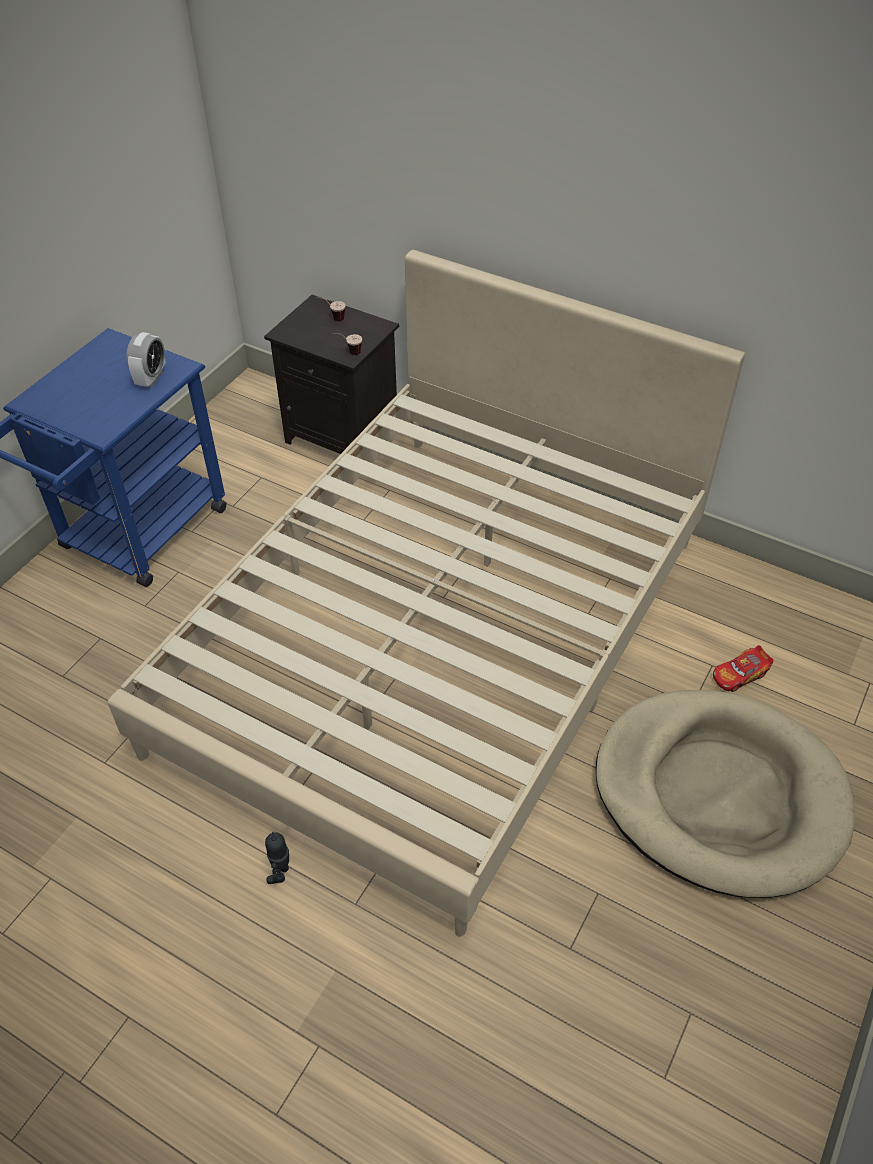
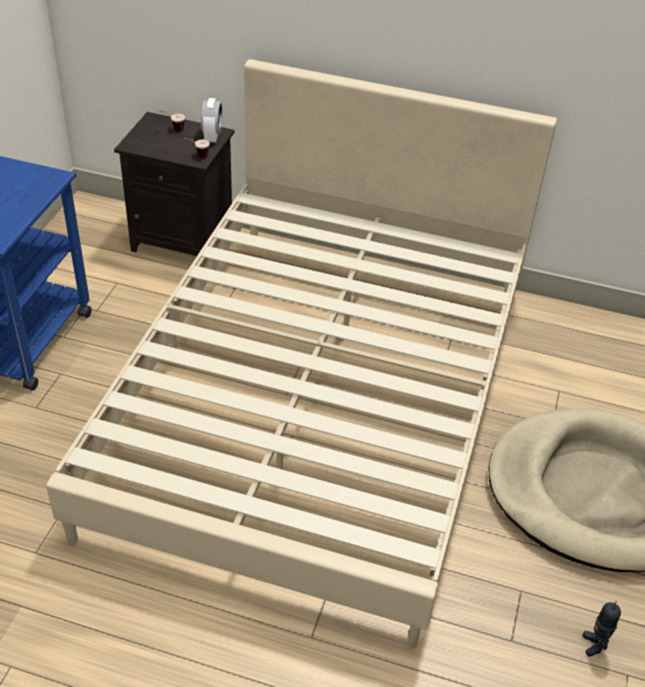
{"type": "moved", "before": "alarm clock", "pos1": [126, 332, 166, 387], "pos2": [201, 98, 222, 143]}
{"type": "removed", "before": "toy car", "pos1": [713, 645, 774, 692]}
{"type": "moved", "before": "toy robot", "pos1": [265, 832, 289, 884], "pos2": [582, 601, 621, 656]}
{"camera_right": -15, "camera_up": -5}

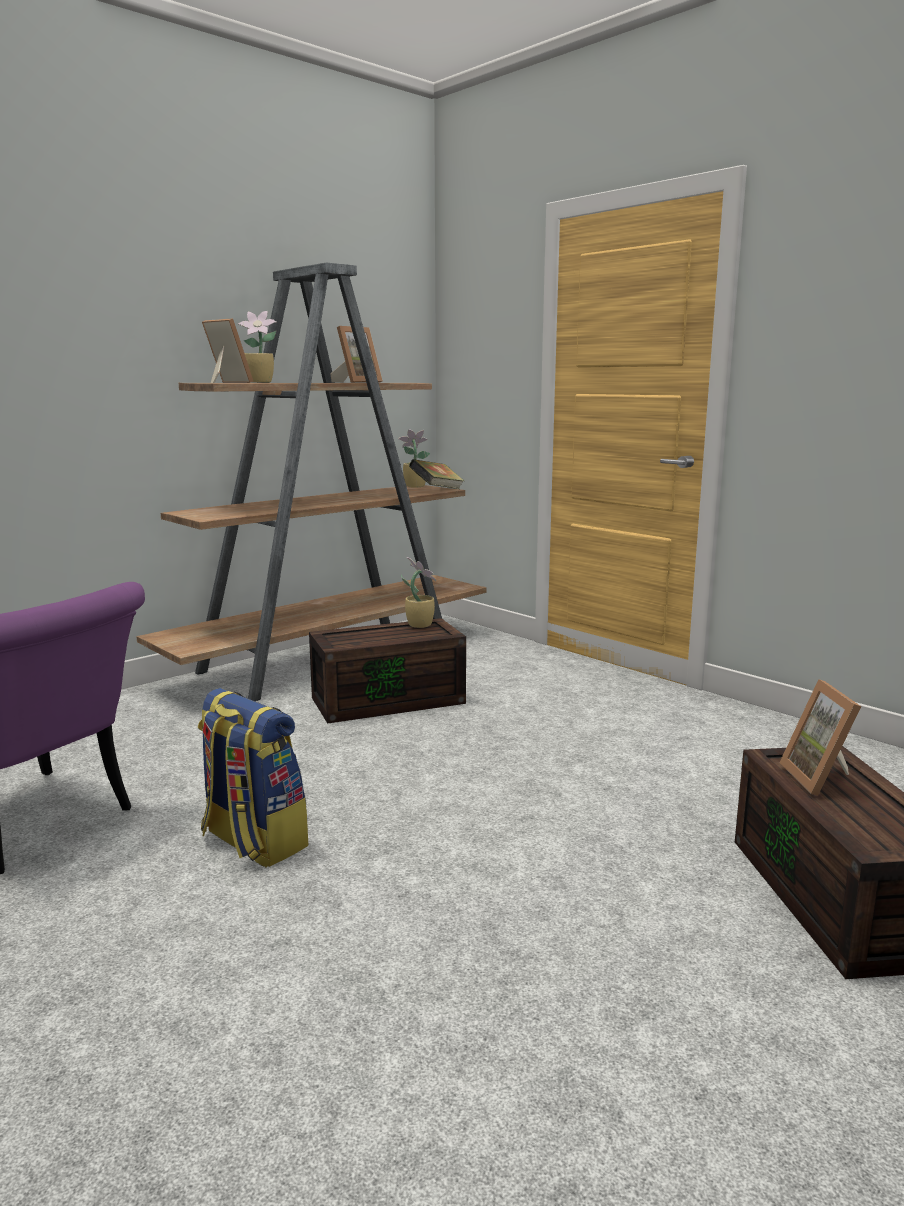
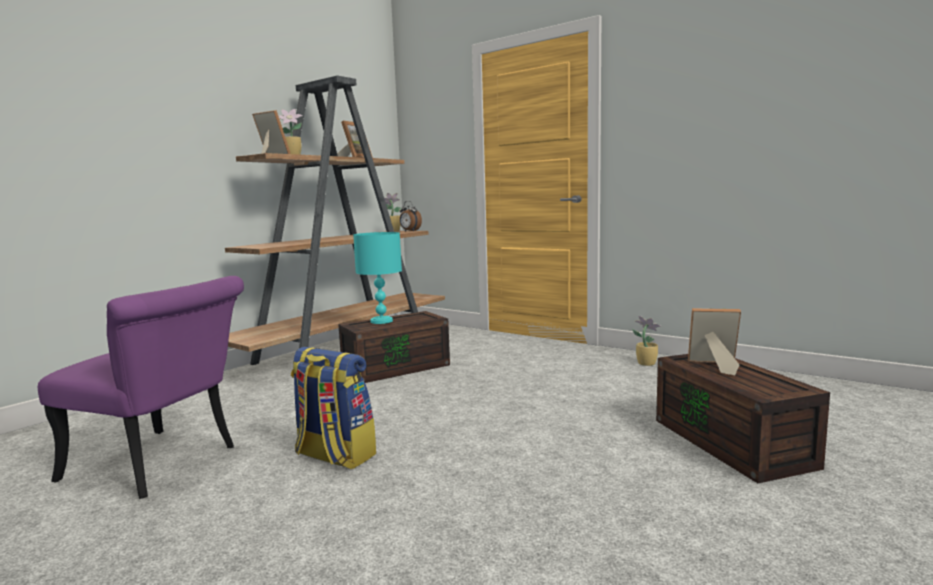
{"type": "replaced", "before": "book", "after": "alarm clock", "pos1": [409, 459, 464, 489], "pos2": [399, 201, 422, 231]}
{"type": "moved", "before": "potted plant", "pos1": [401, 557, 436, 628], "pos2": [632, 316, 661, 366]}
{"type": "turned", "before": "picture frame", "pos1": [779, 679, 861, 796], "pos2": [688, 308, 741, 375], "turn": 120}
{"type": "added", "after": "table lamp (turquoise)", "pos2": [353, 232, 402, 324]}
{"camera_right": -10, "camera_up": -5}

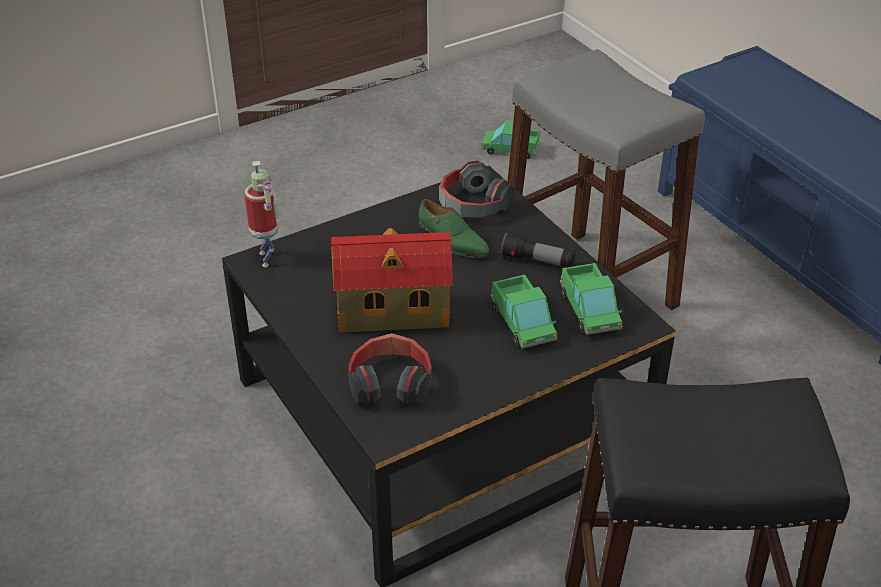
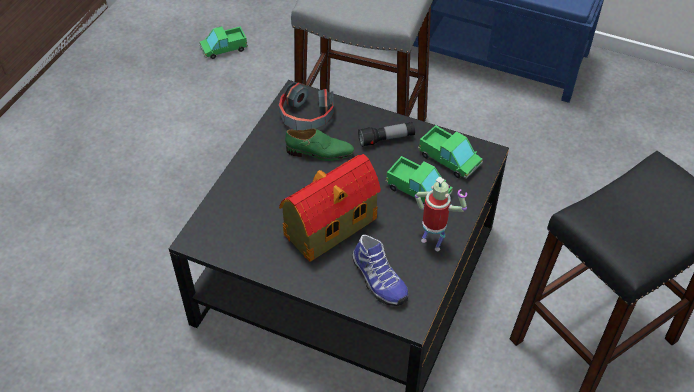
{"type": "moved", "before": "toy robot", "pos1": [245, 161, 279, 267], "pos2": [415, 176, 467, 251]}
{"type": "replaced", "before": "headphones", "after": "shoe", "pos1": [348, 333, 432, 404], "pos2": [353, 235, 408, 306]}
{"camera_right": -35, "camera_up": 10}

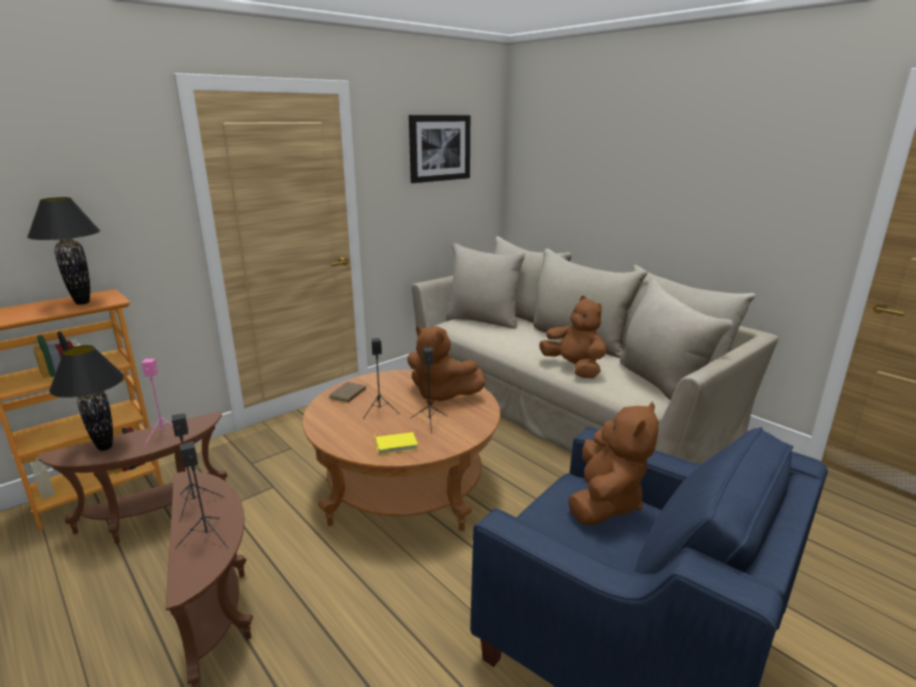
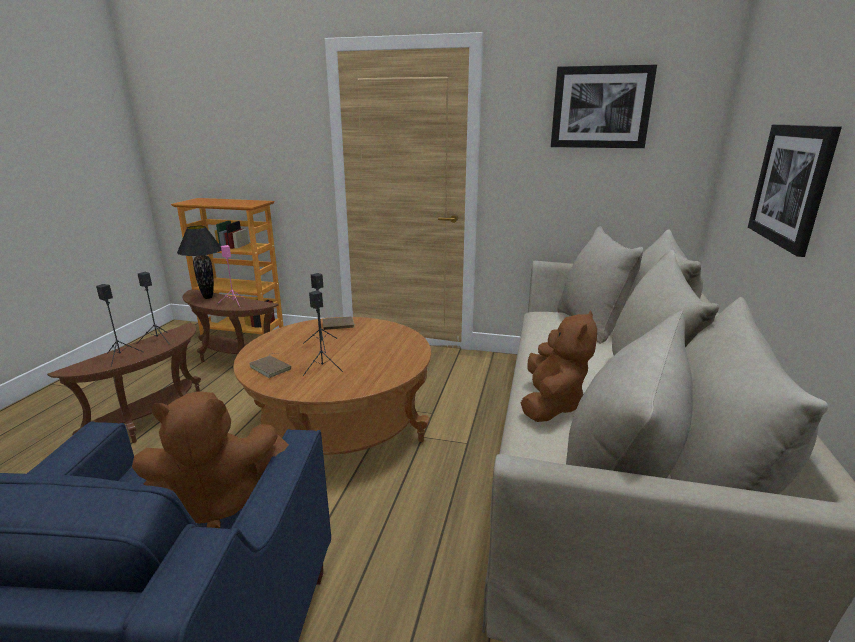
{"type": "removed", "before": "table lamp (black)", "pos1": [27, 197, 100, 305]}
{"type": "removed", "before": "plush toy (brown)", "pos1": [407, 326, 486, 405]}
{"type": "recoloured", "before": "book (yellow)", "after": "book (brown)", "pos1": [374, 432, 418, 454], "pos2": [250, 353, 291, 378]}
{"type": "added", "after": "picture", "pos2": [748, 124, 842, 257]}
{"camera_right": 55, "camera_up": 0}

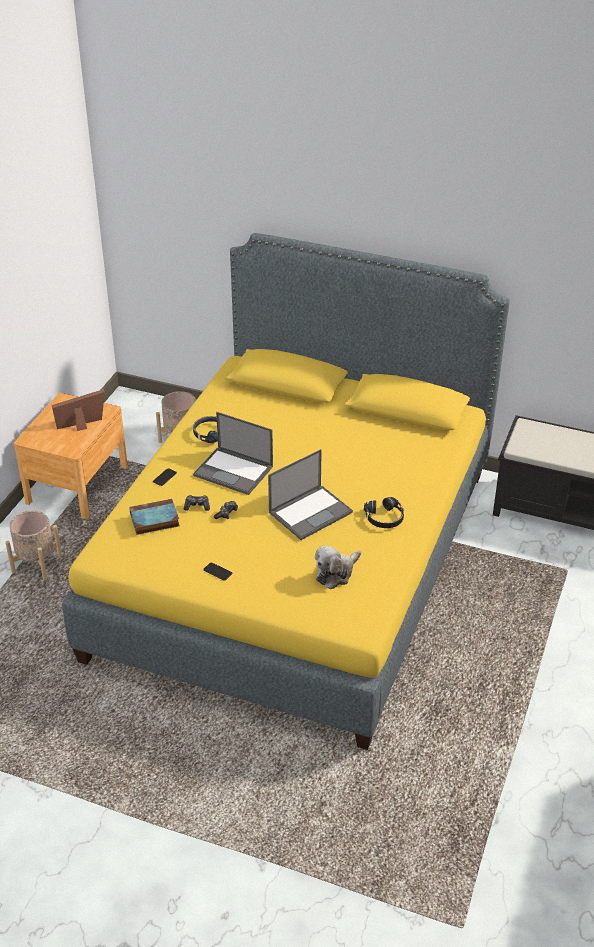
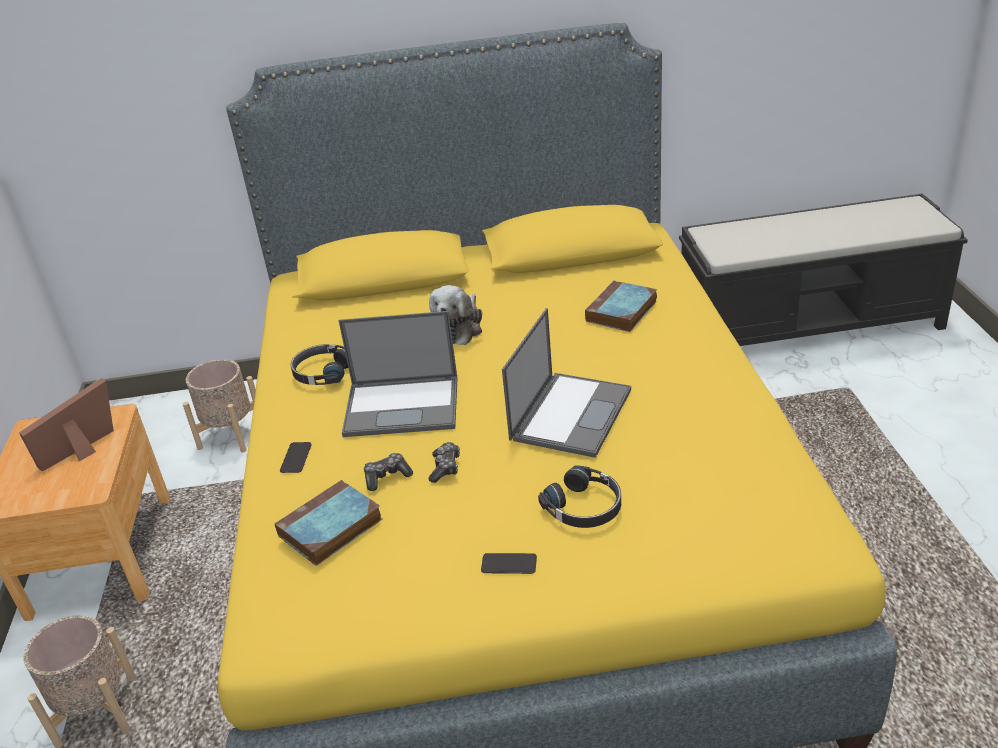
{"type": "moved", "before": "headphones (black)", "pos1": [364, 497, 404, 528], "pos2": [538, 465, 621, 528]}
{"type": "moved", "before": "plush toy", "pos1": [315, 546, 361, 589], "pos2": [429, 285, 482, 345]}
{"type": "added", "after": "book", "pos2": [585, 280, 657, 332]}
{"camera_right": -25, "camera_up": -5}

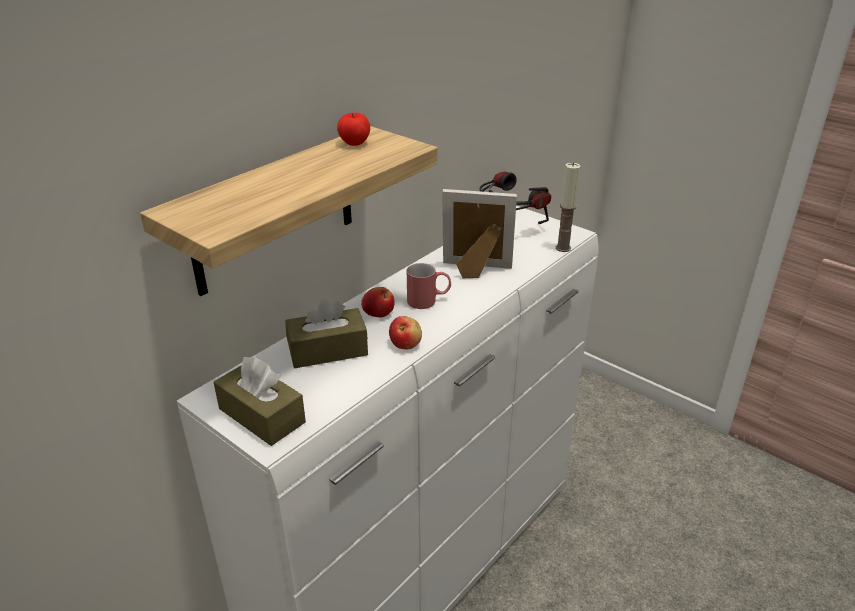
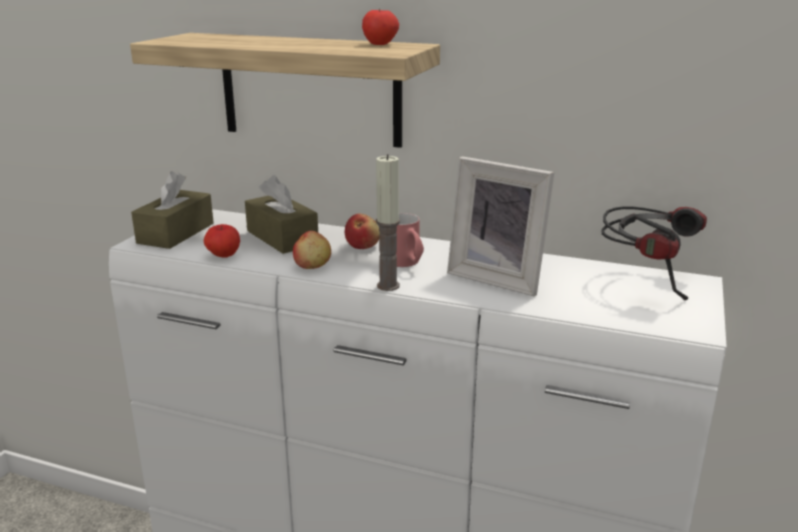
{"type": "moved", "before": "candle", "pos1": [556, 163, 581, 252], "pos2": [376, 154, 400, 291]}
{"type": "turned", "before": "picture frame", "pos1": [442, 189, 517, 278], "pos2": [447, 157, 555, 296], "turn": 135}
{"type": "added", "after": "apple", "pos2": [204, 224, 240, 258]}
{"camera_right": 70, "camera_up": -10}

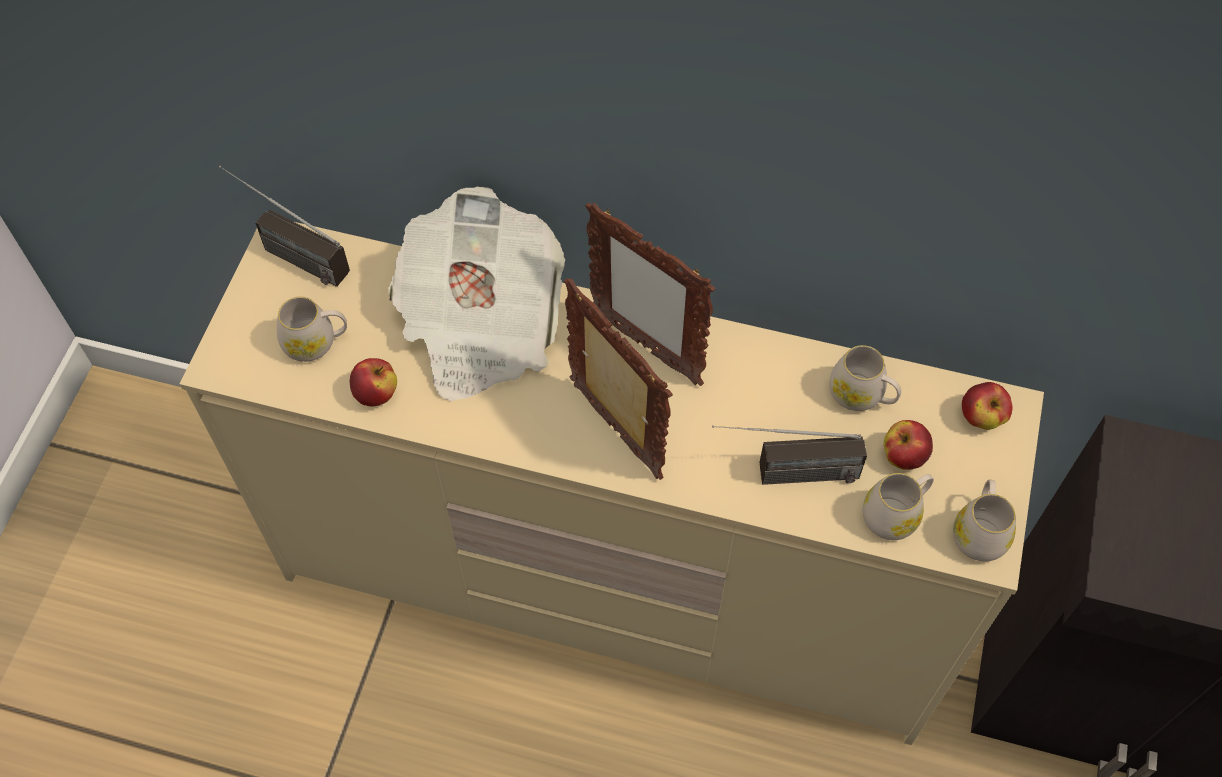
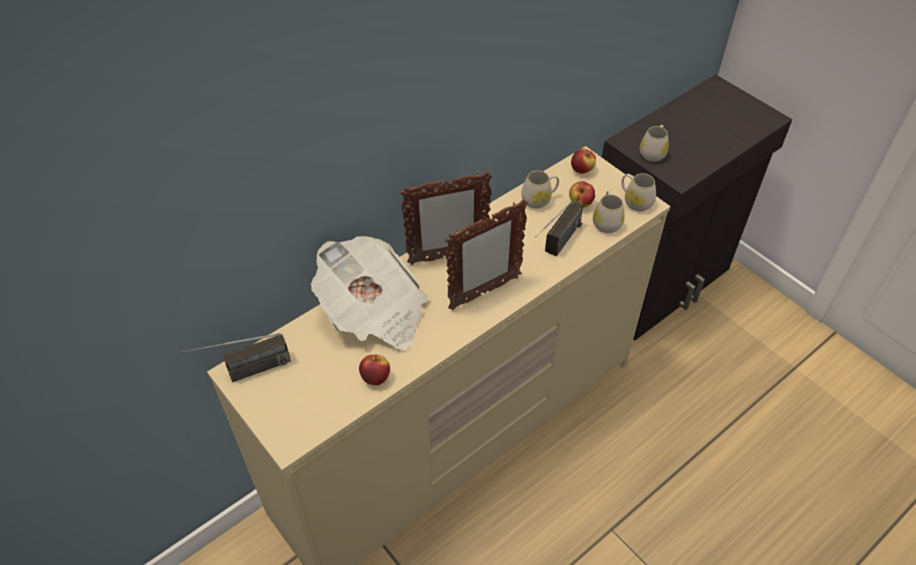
{"type": "turned", "before": "picture frame", "pos1": [564, 278, 673, 480], "pos2": [445, 199, 528, 310], "turn": 150}
{"type": "moved", "before": "mug (white)", "pos1": [277, 297, 347, 362], "pos2": [640, 125, 669, 162]}
{"camera_right": -55, "camera_up": -10}

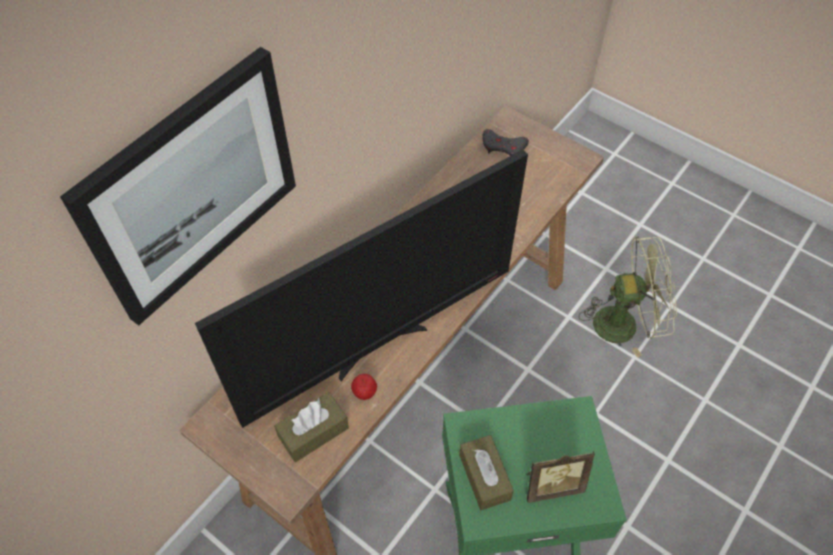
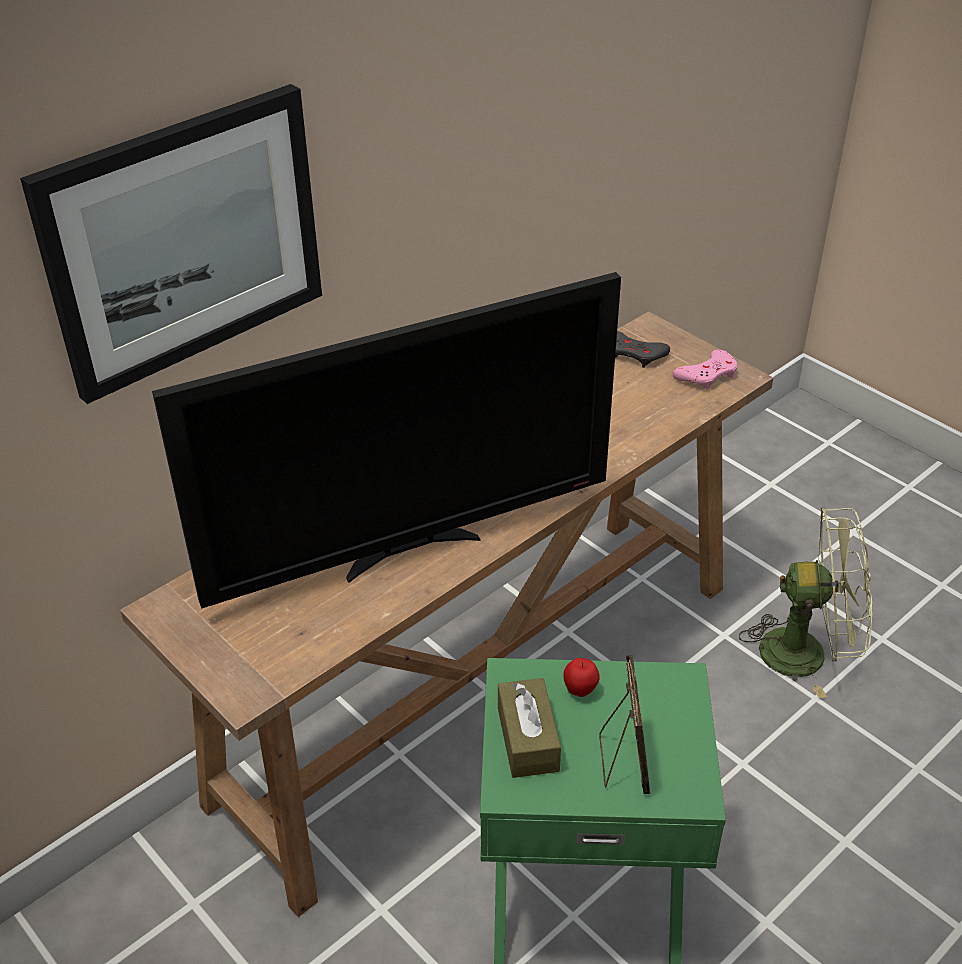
{"type": "moved", "before": "apple", "pos1": [351, 374, 377, 400], "pos2": [563, 658, 600, 697]}
{"type": "removed", "before": "tissue box (brown)", "pos1": [274, 392, 349, 462]}
{"type": "turned", "before": "picture frame", "pos1": [527, 451, 595, 503], "pos2": [599, 655, 650, 794], "turn": -90}
{"type": "added", "after": "game controller (pink)", "pos2": [673, 350, 737, 390]}
{"camera_right": 10, "camera_up": -15}

